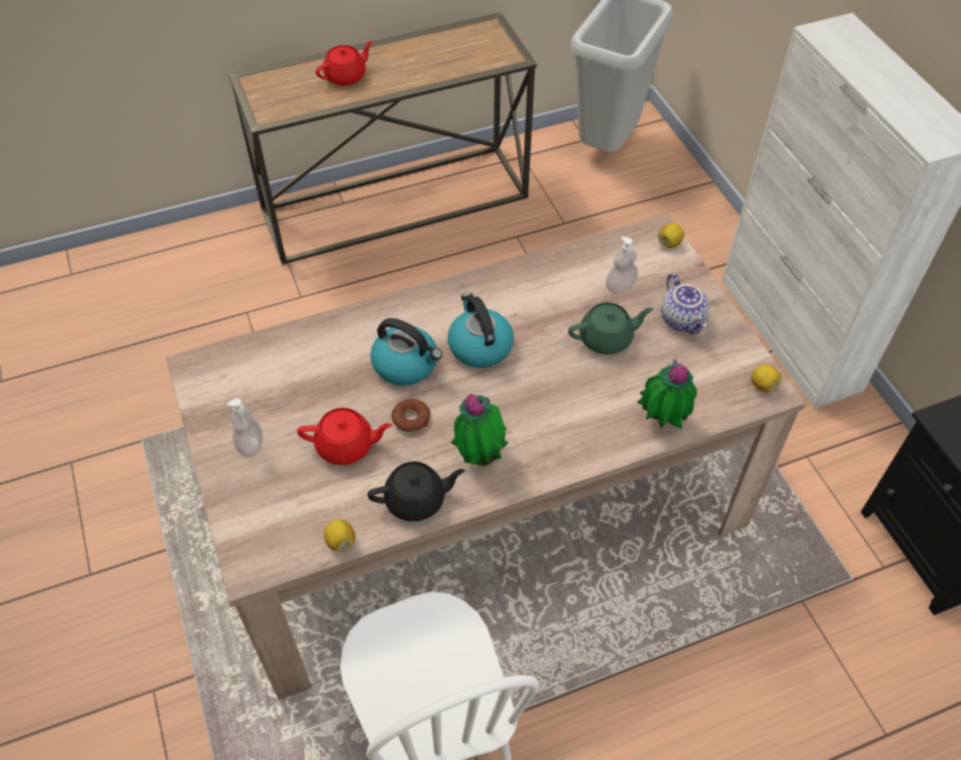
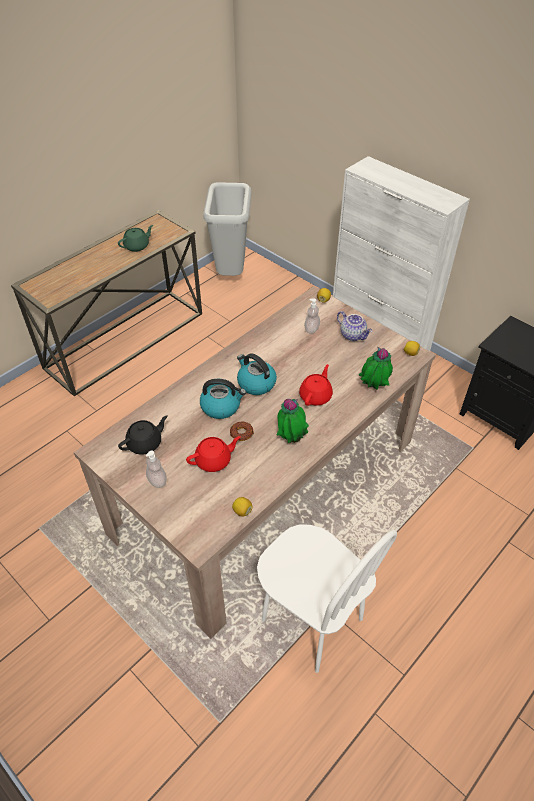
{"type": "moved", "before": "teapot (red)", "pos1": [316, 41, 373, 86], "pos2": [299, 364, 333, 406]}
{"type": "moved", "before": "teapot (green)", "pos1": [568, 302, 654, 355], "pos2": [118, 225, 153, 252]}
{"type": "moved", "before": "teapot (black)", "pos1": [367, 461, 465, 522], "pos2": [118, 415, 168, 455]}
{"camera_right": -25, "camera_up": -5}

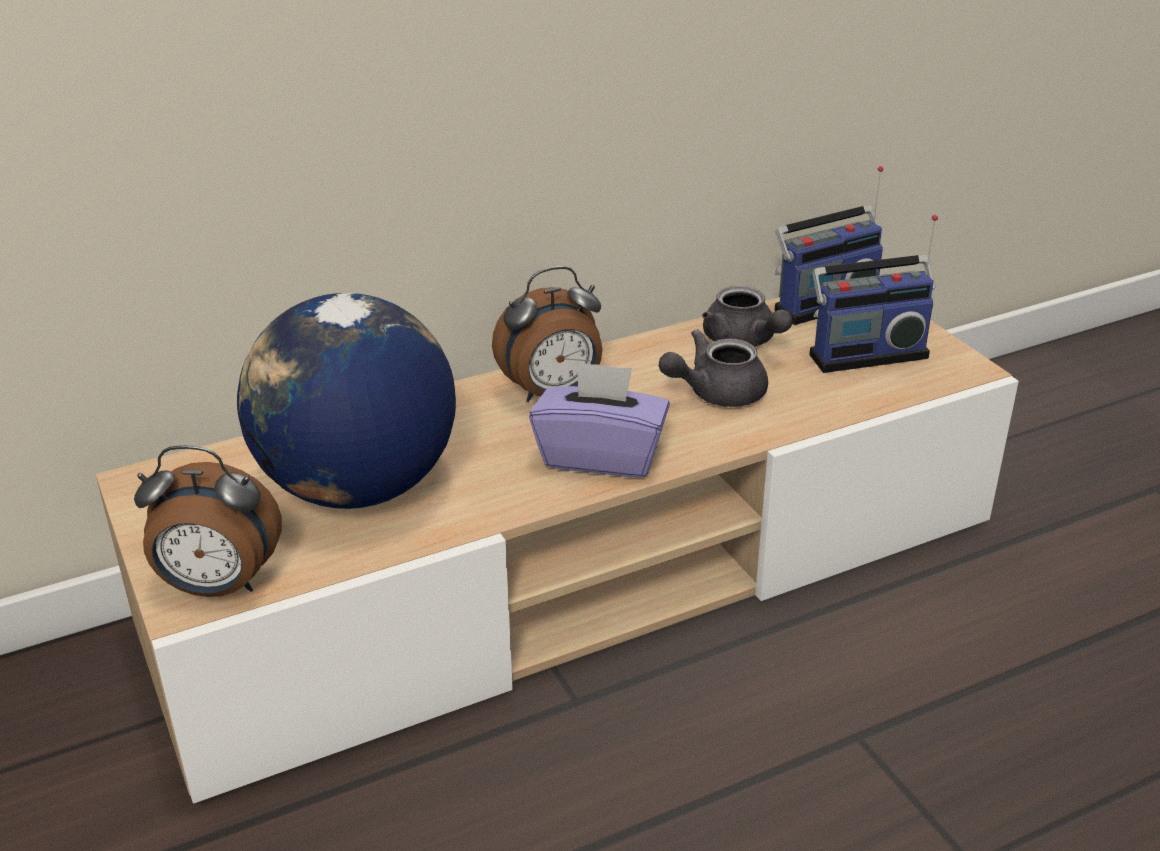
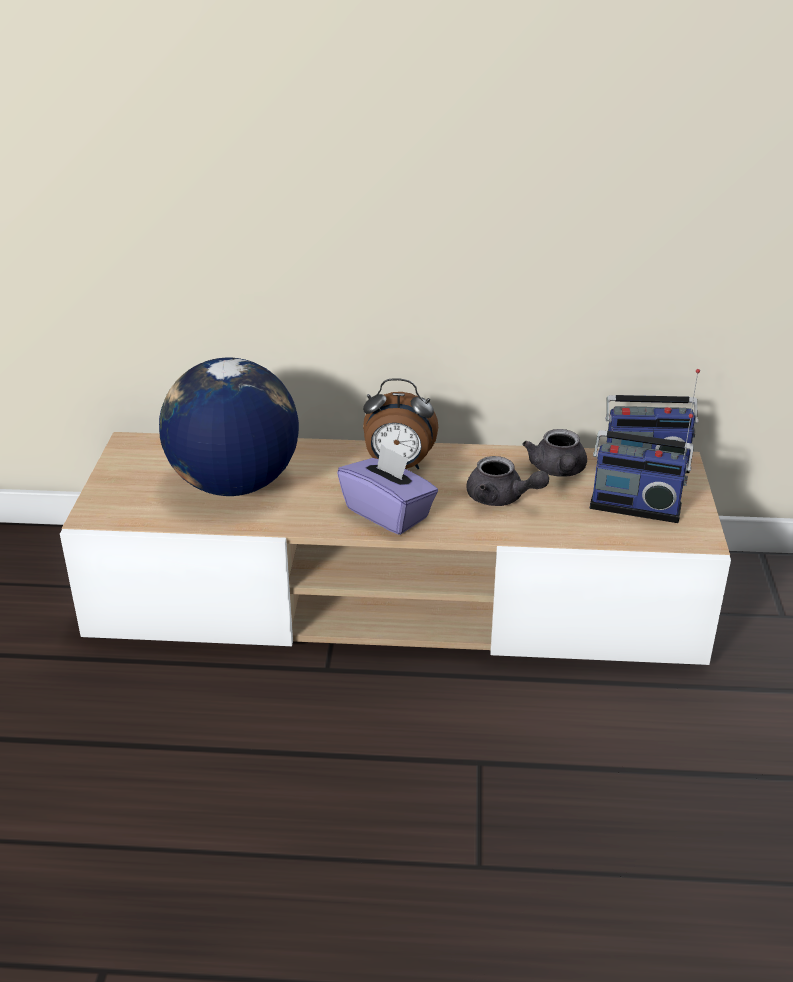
{"type": "turned", "before": "teapot (grey)", "pos1": [659, 329, 768, 407], "pos2": [466, 456, 549, 506], "turn": -150}
{"type": "removed", "before": "alarm clock", "pos1": [134, 445, 282, 597]}
{"camera_right": 30, "camera_up": 0}

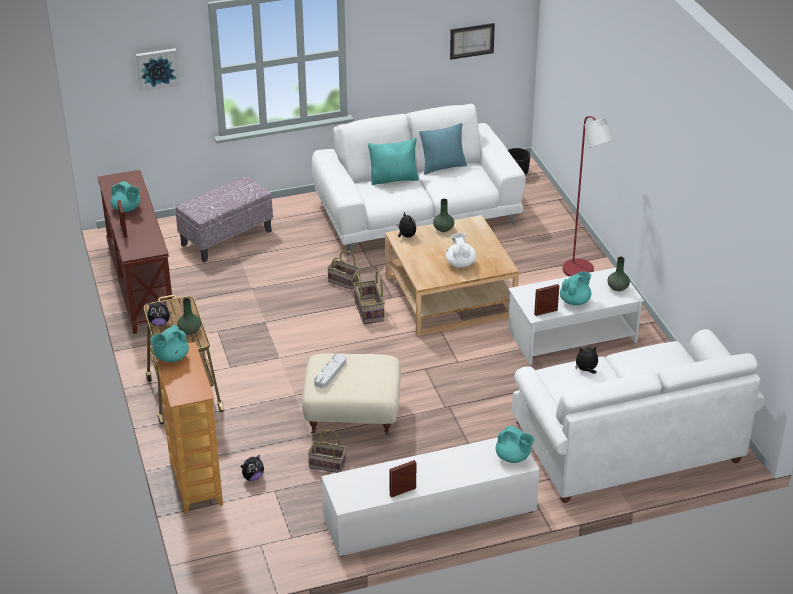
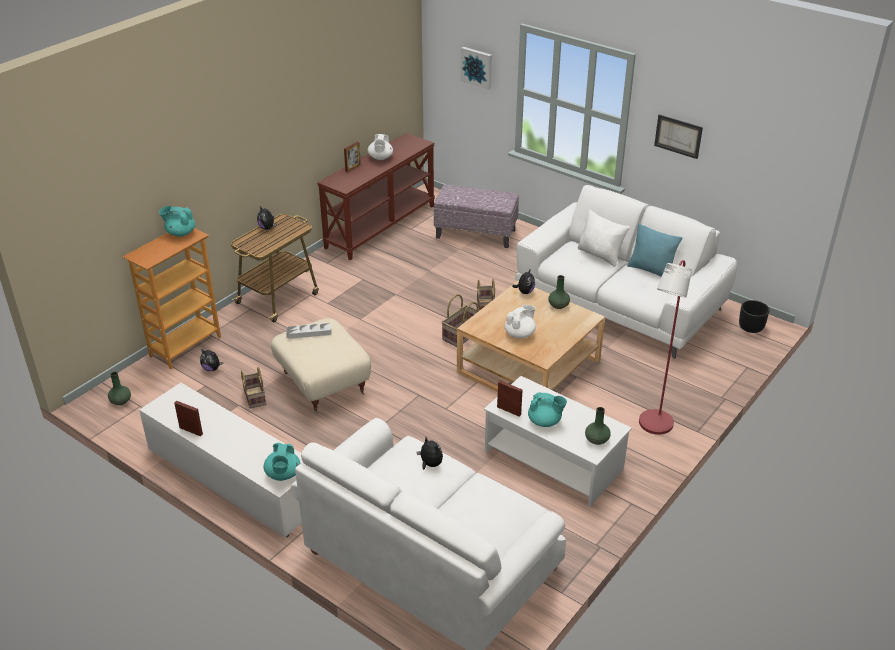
{"type": "moved", "before": "picture", "pos1": [450, 23, 495, 60], "pos2": [654, 115, 703, 159]}
{"type": "recoloured", "before": "pillow (turquoise)", "after": "pillow (white)", "pos1": [368, 138, 419, 185], "pos2": [578, 210, 630, 267]}
{"type": "recoloured", "before": "teapot (turquoise)", "after": "teapot (white)", "pos1": [110, 181, 141, 212], "pos2": [368, 134, 393, 160]}
{"type": "moved", "before": "vase (green)", "pos1": [177, 298, 201, 335], "pos2": [108, 372, 131, 405]}
{"camera_right": 55, "camera_up": 0}

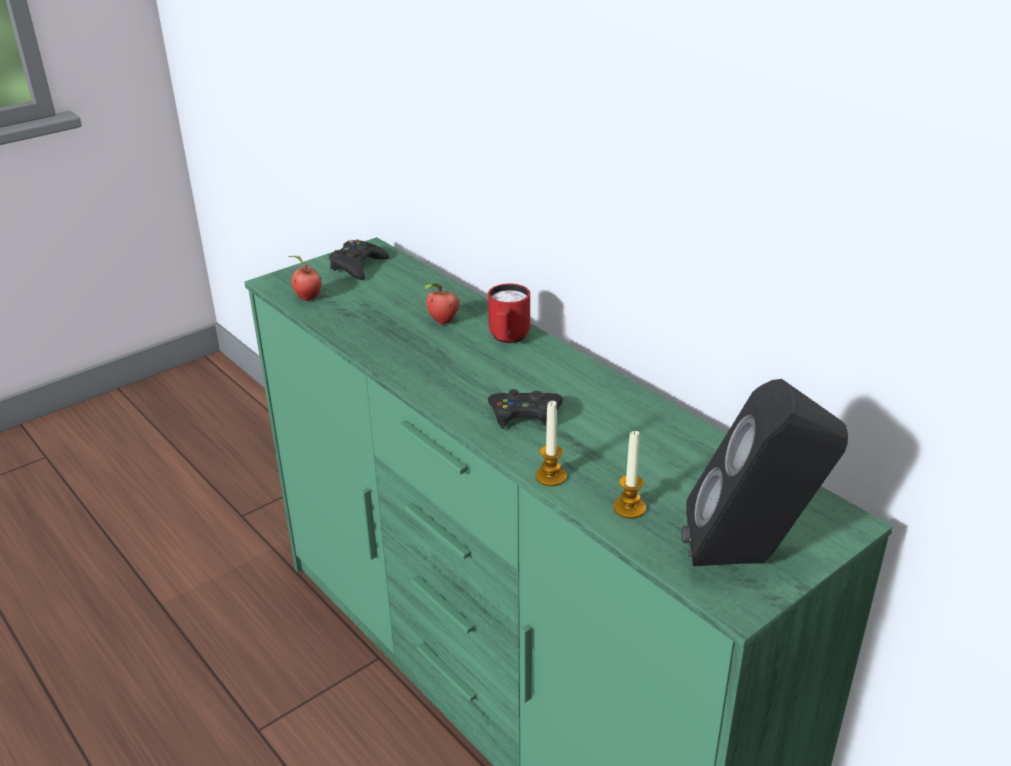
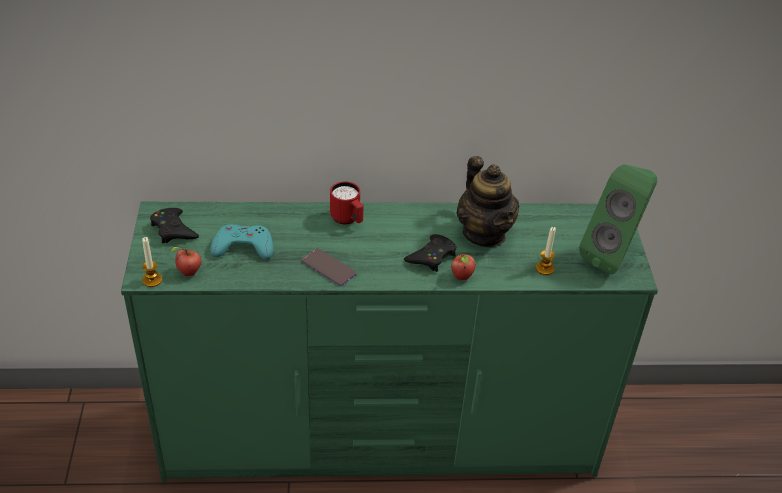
{"type": "moved", "before": "apple", "pos1": [425, 283, 459, 325], "pos2": [451, 254, 476, 280]}
{"type": "recoloured", "before": "speaker (black)", "after": "speaker (green)", "pos1": [682, 379, 848, 566], "pos2": [579, 164, 657, 274]}
{"type": "moved", "before": "candle", "pos1": [536, 401, 566, 486], "pos2": [142, 237, 162, 287]}
{"type": "added", "after": "teapot", "pos2": [456, 156, 519, 247]}
{"type": "added", "after": "game controller (turquoise)", "pos2": [210, 224, 273, 259]}
{"type": "added", "after": "phone", "pos2": [301, 248, 356, 286]}
{"camera_right": -55, "camera_up": 10}

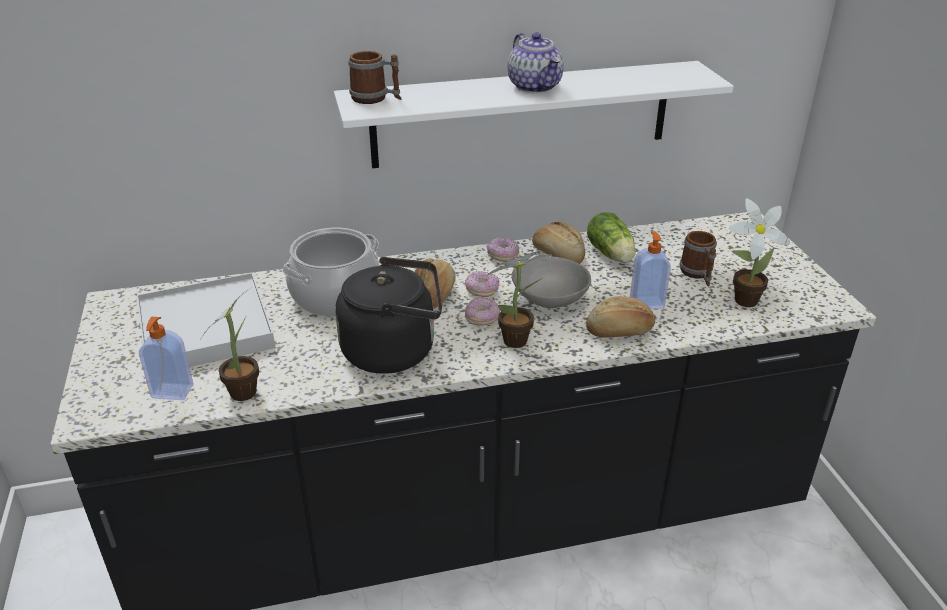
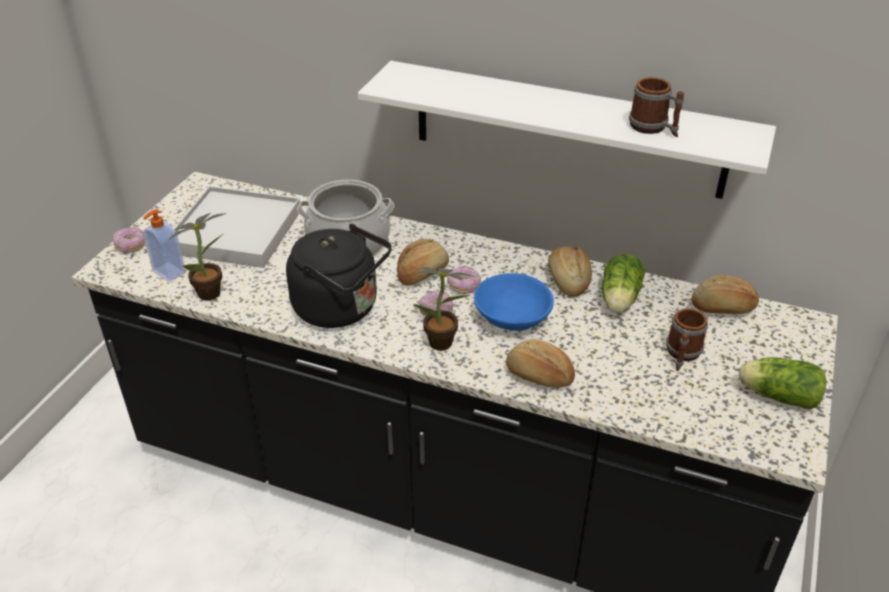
{"type": "removed", "before": "teapot", "pos1": [508, 32, 564, 93]}
{"type": "moved", "before": "mug", "pos1": [348, 51, 402, 104], "pos2": [629, 77, 684, 137]}
{"type": "removed", "before": "potted plant", "pos1": [728, 198, 790, 307]}
{"type": "removed", "before": "soap dispenser", "pos1": [630, 231, 671, 309]}
{"type": "moved", "before": "donut", "pos1": [487, 237, 519, 262], "pos2": [113, 227, 146, 253]}
{"type": "recoloured", "before": "bowl (grey)", "after": "bowl (blue)", "pos1": [512, 256, 591, 308], "pos2": [474, 273, 554, 331]}
{"type": "added", "after": "bread", "pos2": [691, 275, 759, 314]}
{"type": "added", "after": "lettuce", "pos2": [739, 357, 826, 409]}
{"camera_right": 35, "camera_up": 5}

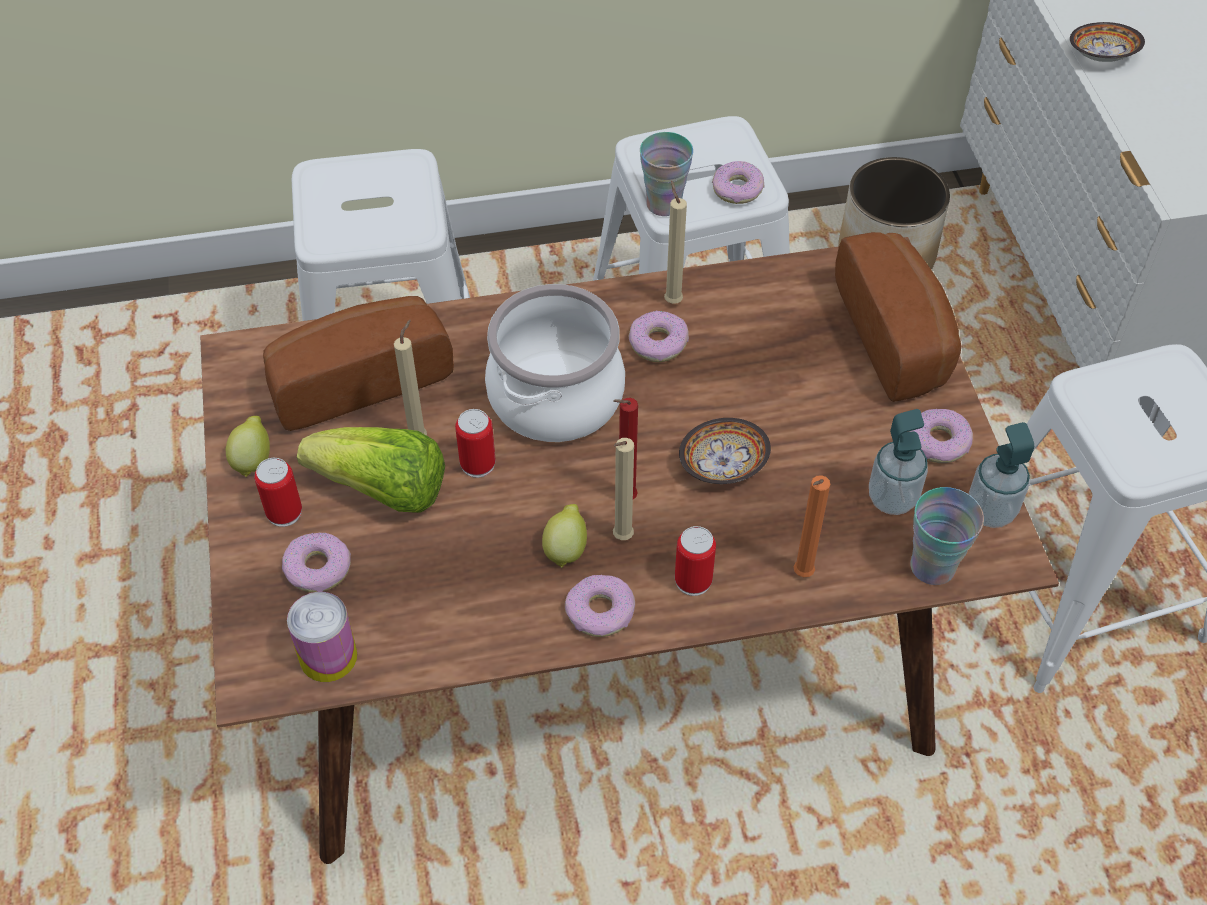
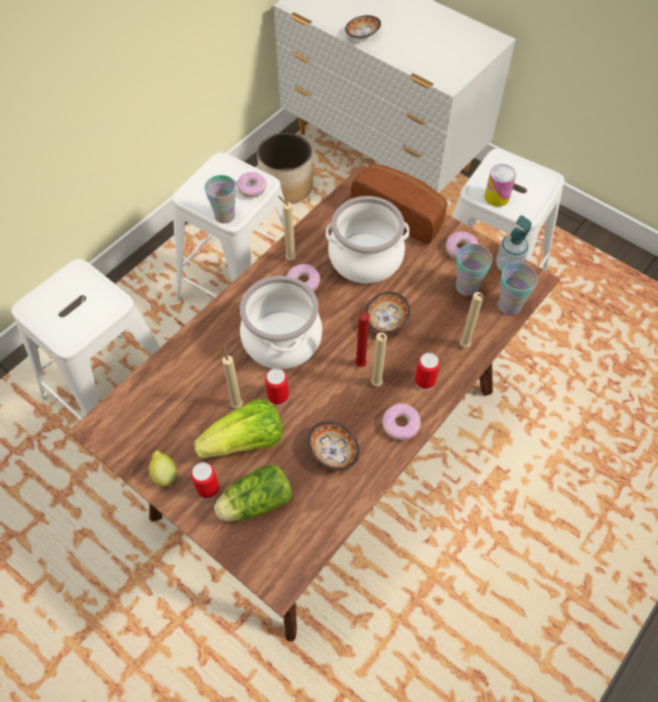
{"type": "removed", "before": "bread", "pos1": [263, 296, 454, 431]}
{"type": "replaced", "before": "soap dispenser", "after": "cup", "pos1": [869, 409, 928, 515], "pos2": [456, 244, 493, 296]}
{"type": "recoloured", "before": "candle (orange)", "after": "candle (beige)", "pos1": [794, 475, 830, 577], "pos2": [460, 292, 483, 347]}
{"type": "removed", "before": "lemon", "pos1": [542, 504, 587, 568]}
{"type": "replaced", "before": "donut", "after": "lettuce", "pos1": [282, 533, 351, 593], "pos2": [214, 465, 292, 522]}
{"type": "moved", "before": "can", "pos1": [287, 592, 357, 682], "pos2": [485, 164, 516, 207]}
{"type": "added", "after": "cooking pot", "pos2": [326, 196, 409, 283]}
{"type": "added", "after": "bowl", "pos2": [308, 421, 359, 471]}
{"camera_right": -40, "camera_up": 5}

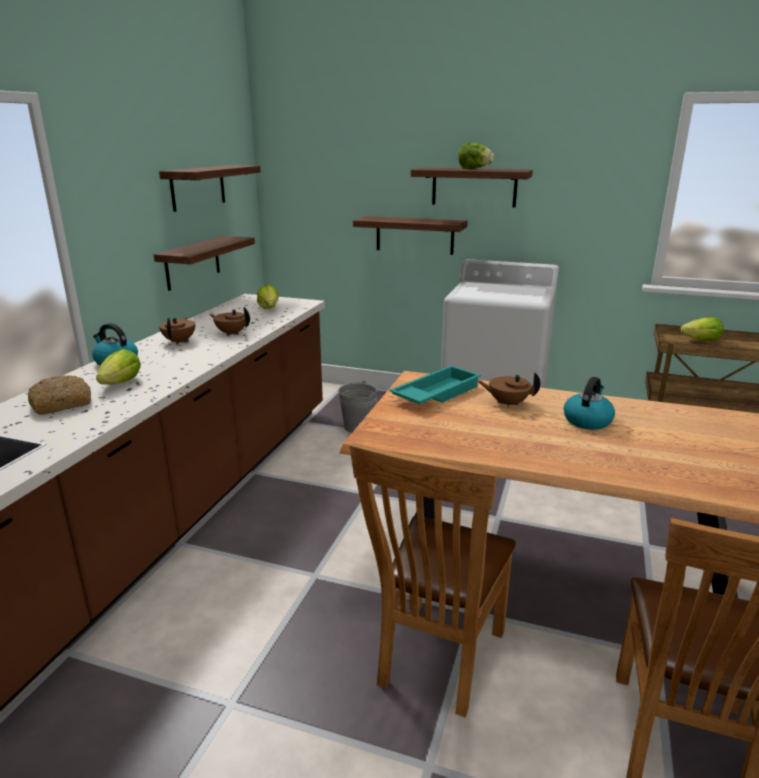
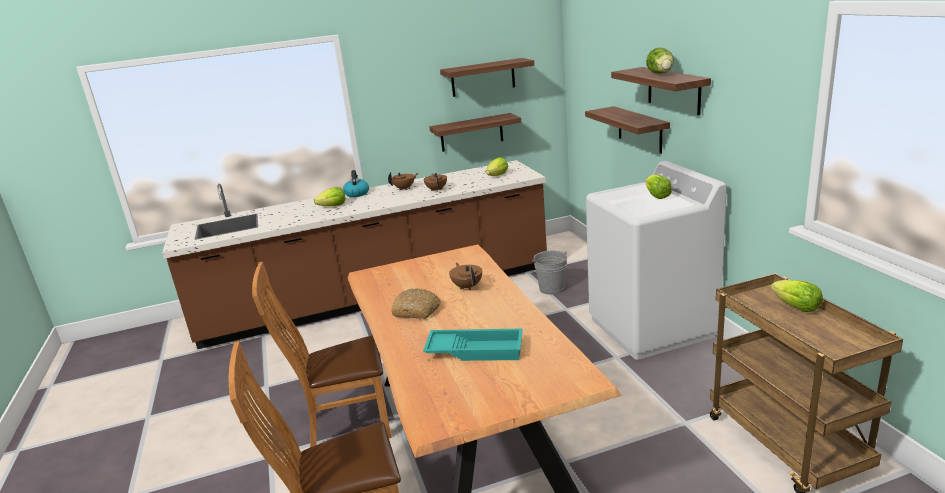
{"type": "moved", "before": "tray (turquoise)", "pos1": [389, 366, 481, 404], "pos2": [423, 328, 523, 361]}
{"type": "moved", "before": "bread", "pos1": [28, 375, 91, 415], "pos2": [391, 288, 440, 319]}
{"type": "removed", "before": "kettle", "pos1": [564, 377, 615, 430]}
{"type": "added", "after": "lettuce", "pos2": [645, 175, 672, 199]}
{"camera_right": 55, "camera_up": 0}

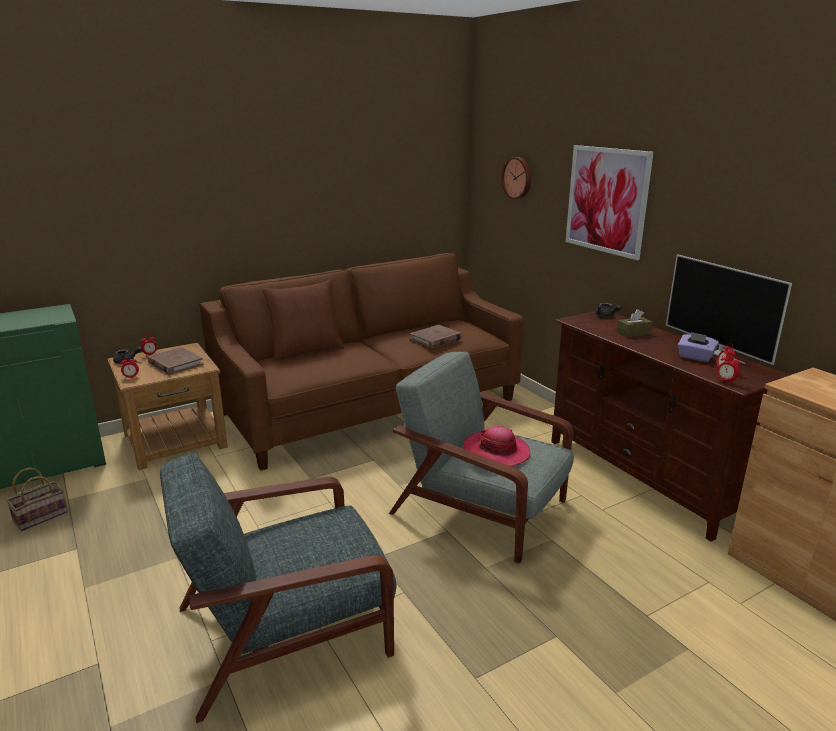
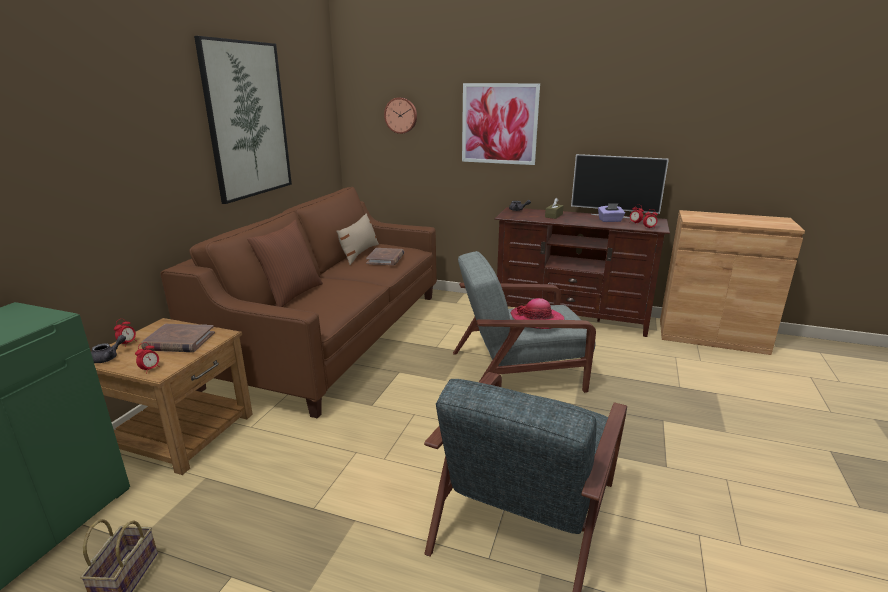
{"type": "added", "after": "picture", "pos2": [194, 36, 292, 204]}
{"type": "added", "after": "pillow (beige)", "pos2": [336, 213, 379, 265]}
{"camera_right": -40, "camera_up": 0}

